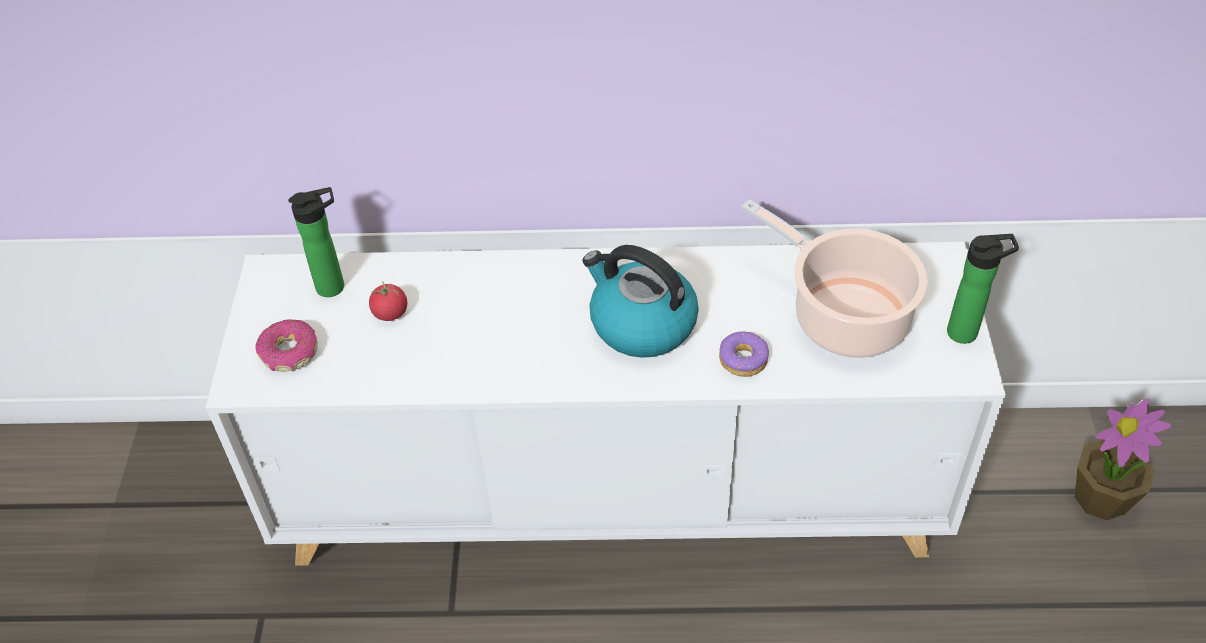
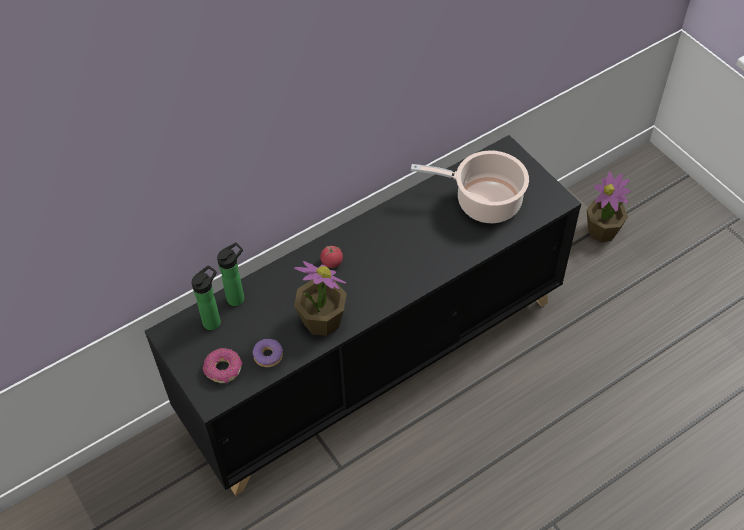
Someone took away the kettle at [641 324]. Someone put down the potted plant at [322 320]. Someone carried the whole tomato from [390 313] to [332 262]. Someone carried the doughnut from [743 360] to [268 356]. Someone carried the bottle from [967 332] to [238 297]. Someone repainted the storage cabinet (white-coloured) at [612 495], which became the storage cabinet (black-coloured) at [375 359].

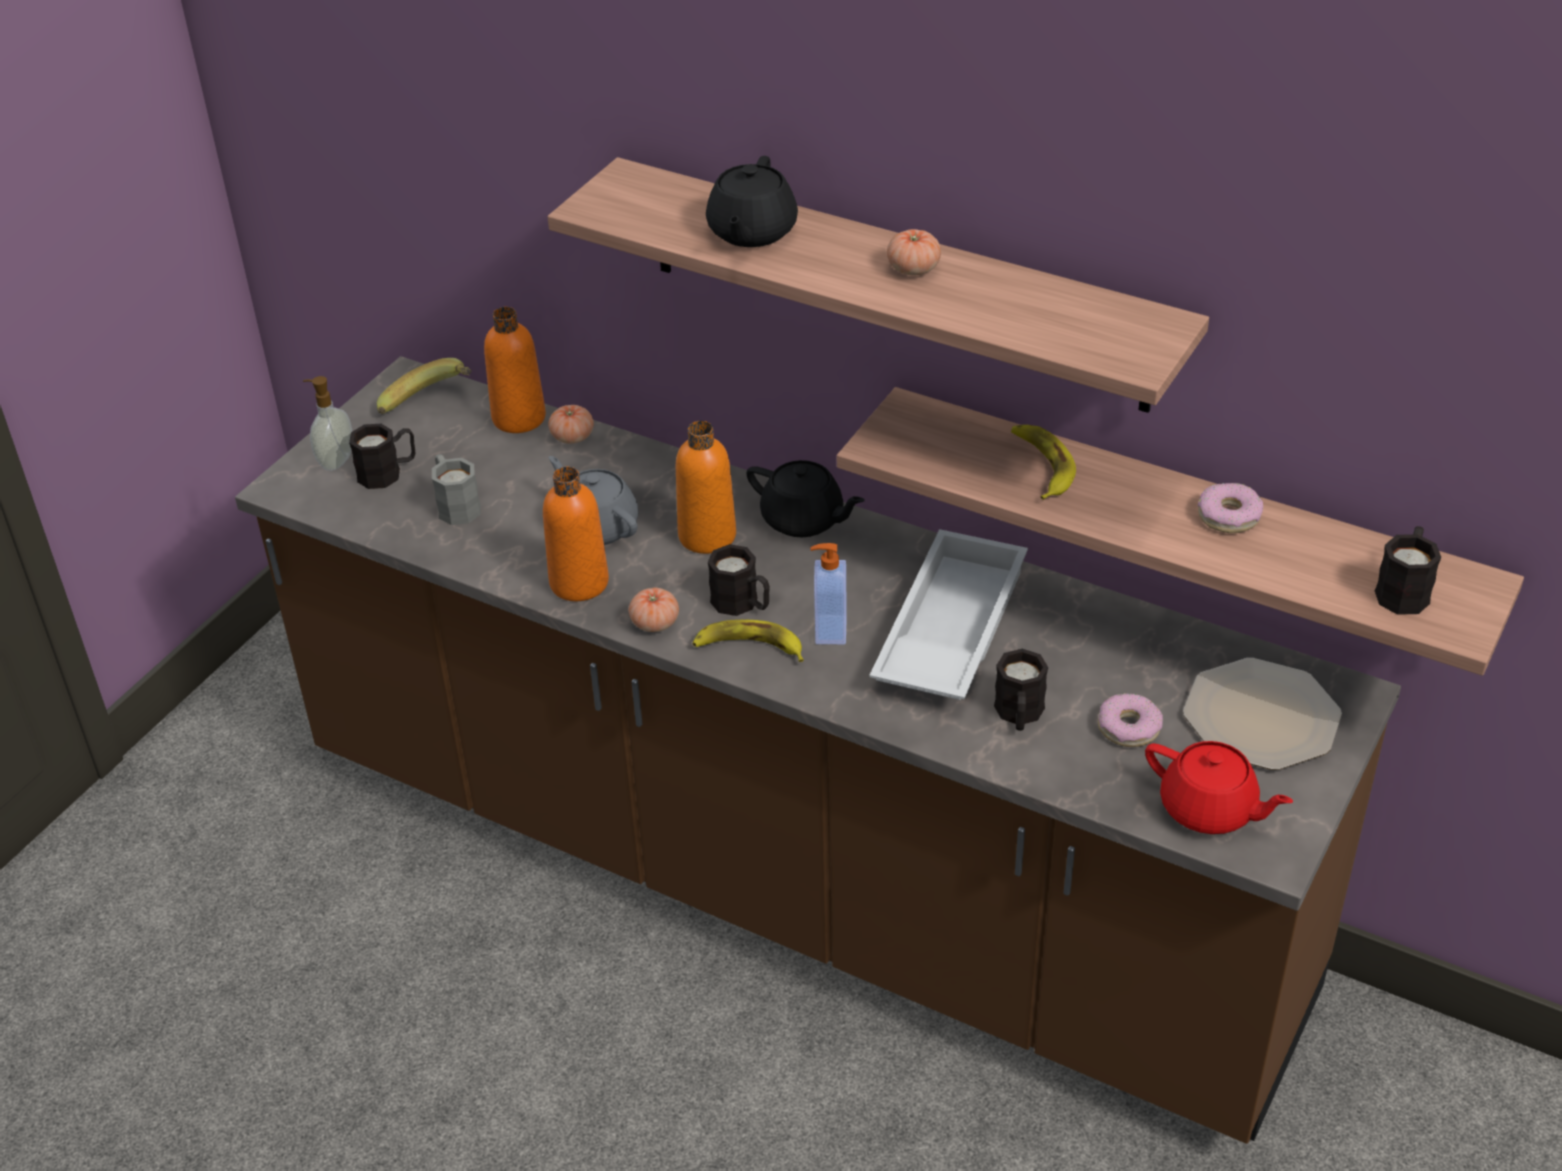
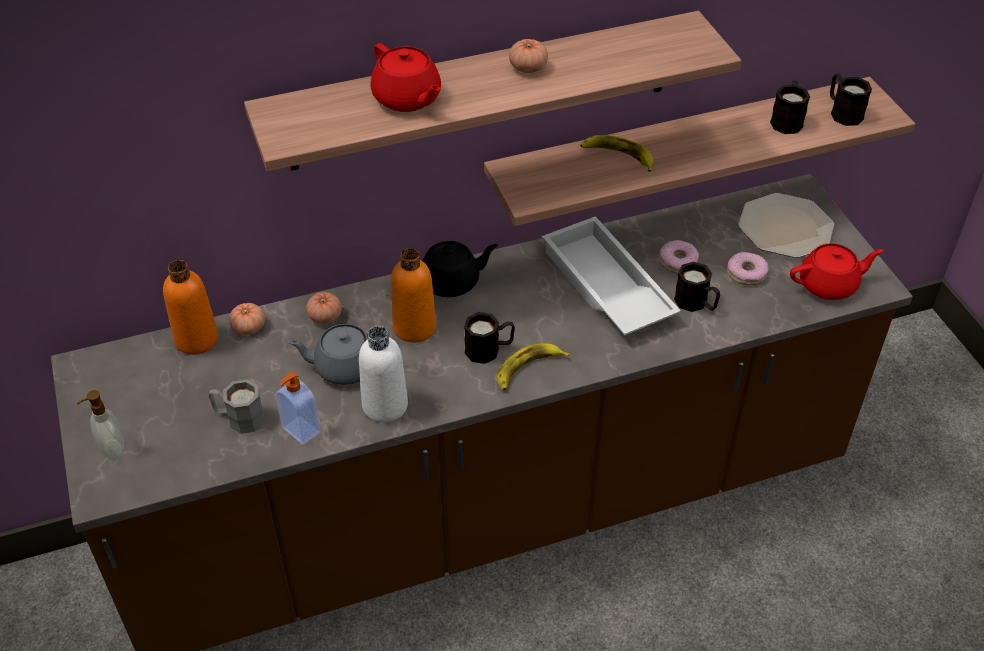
Someone took away the banana fruit at [431 406]. Someone carried the coffee mug (black-coloured) from [388 472] to [787 120]. Someone carried the whole tomato from [655 623] to [325 316]. Someone carried the liquid soap bottle from [829 630] to [300 431]. Someone carried the doughnut from [1228 516] to [677 261]. Someone repainted the bottle (orange) at [579 583], which became the bottle (white-coloured) at [385 406]. Someone repainted the tea pot (black-coloured) at [751 232], which became the tea pot (reddish) at [407 98].

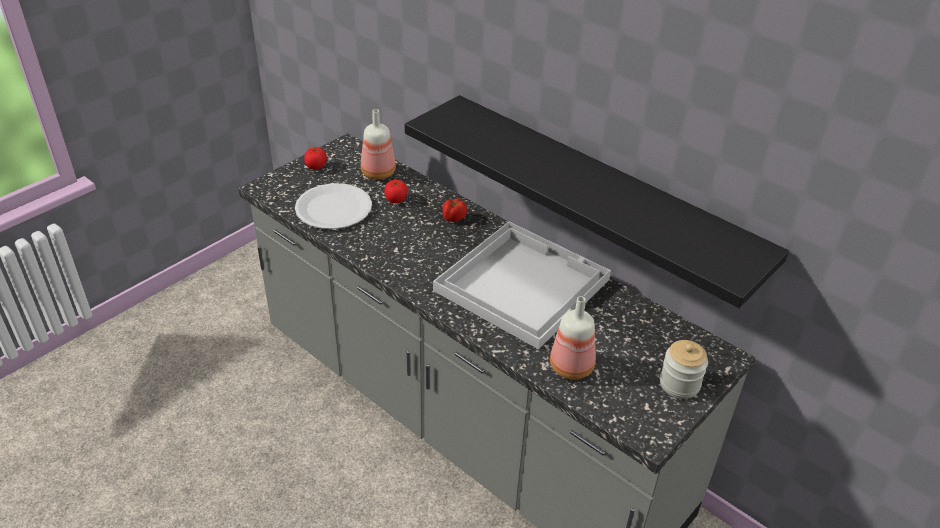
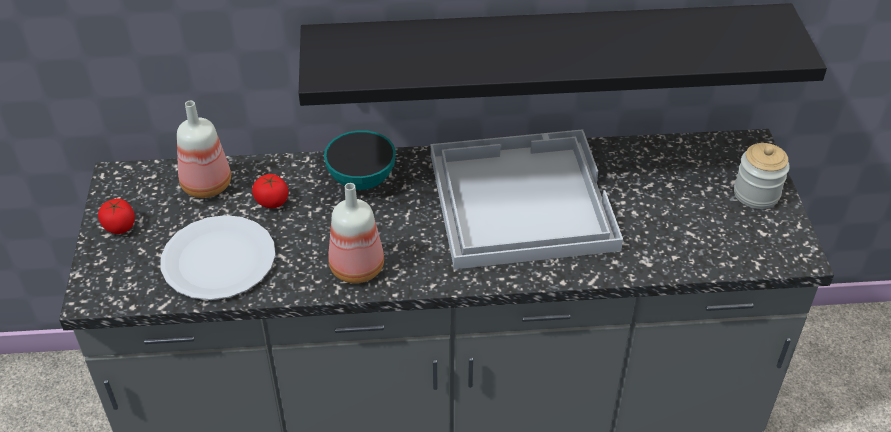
Someone carried the bottle from [571 366] to [355 267]. Someone swapped the whole tomato at [453 218] for the bowl at [361 180].

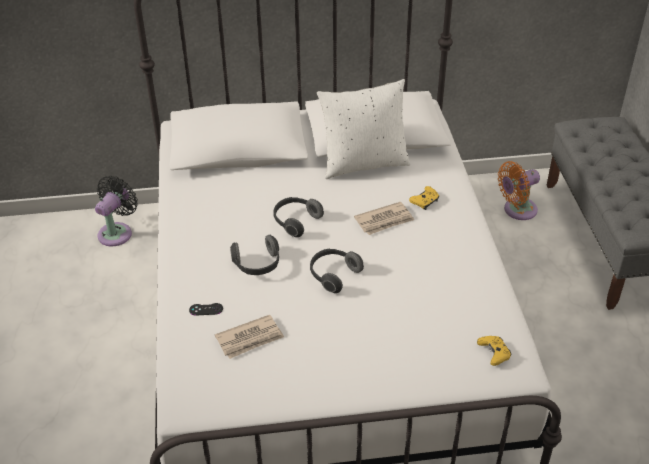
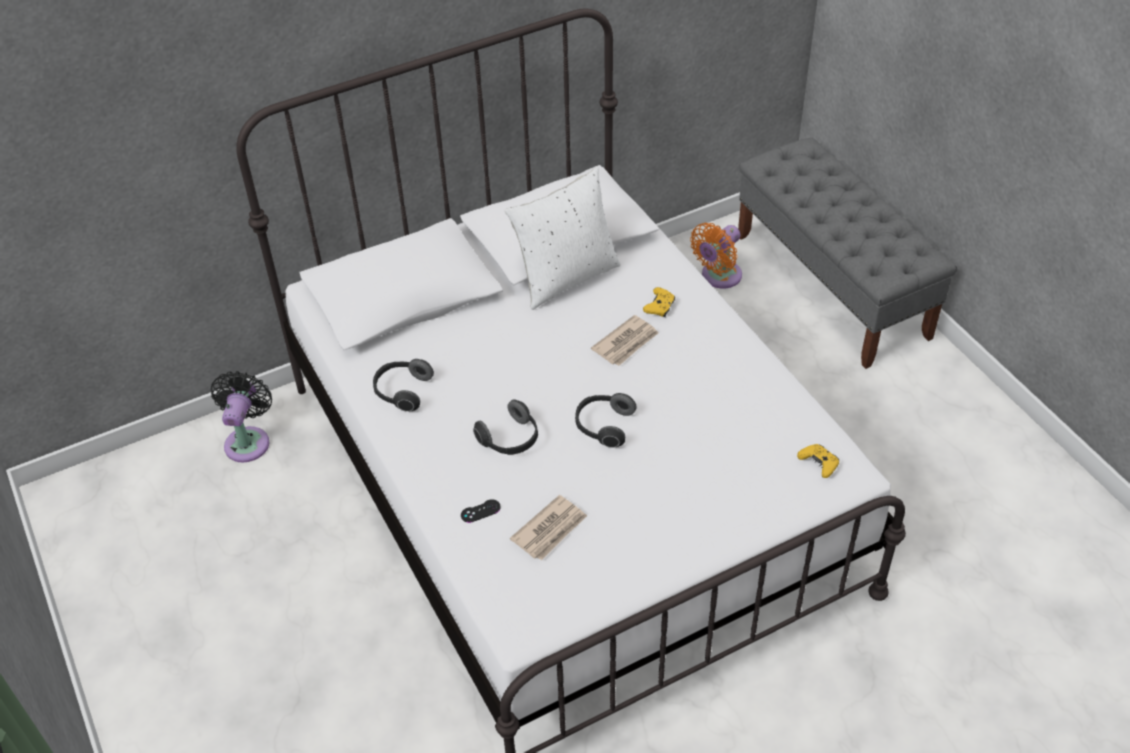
Someone carried the headphones from [295 222] to [402 391].

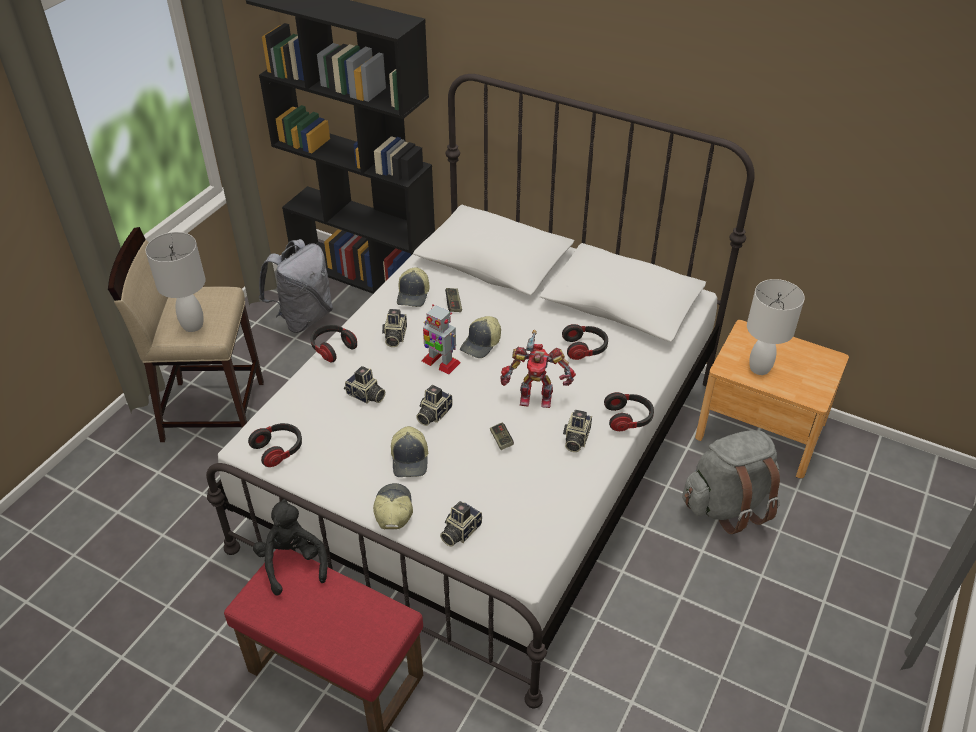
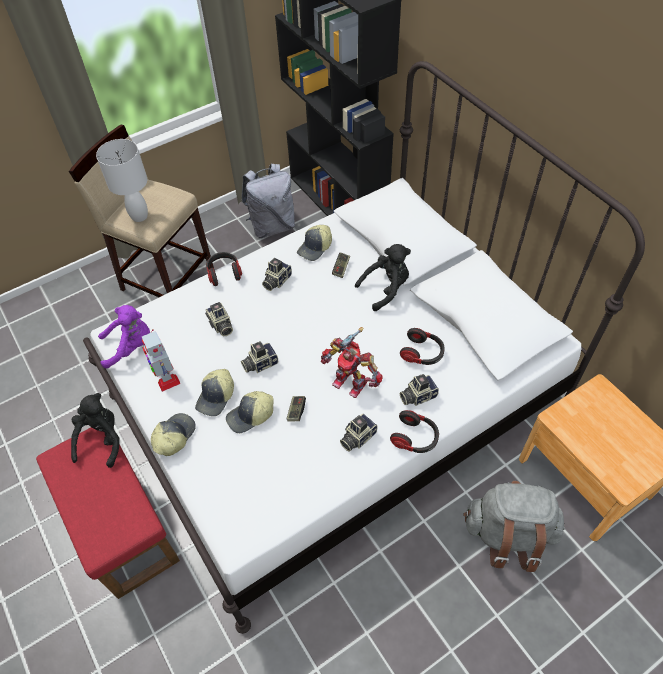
Someone took away the table lamp (white-coloured) at [759 368]. Someone put down the plush toy (black-coloured) at [386 288]. Someone carried the robot figure from [440 362] to [165 375]. Someone carried the still camera from [459 531] to [417 395]. Someone carried the baseball cap from [481 344] to [250 416]. Someone swapped the headphones at [279 450] for the plush toy (purple) at [131 346].

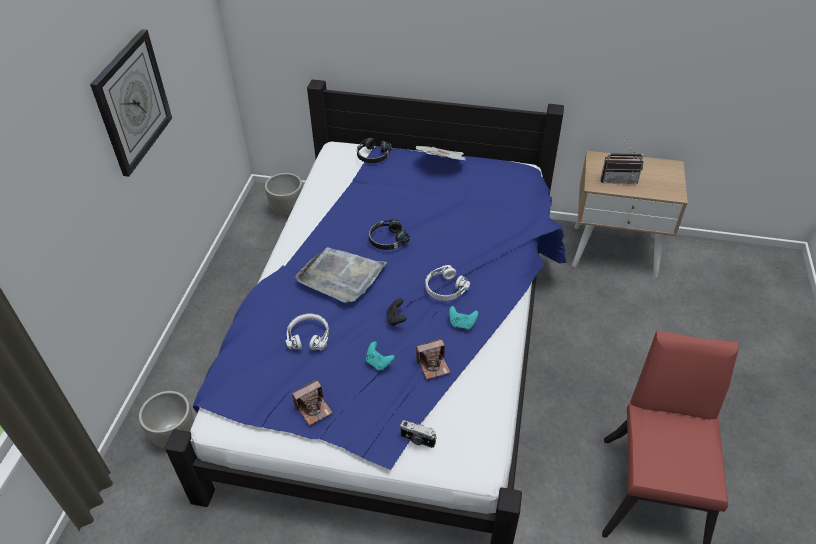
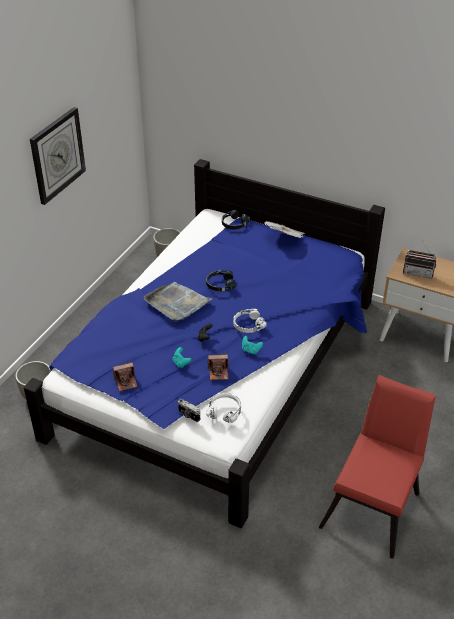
Someone carried the headphones (white-coloured) from [308 336] to [224 410].

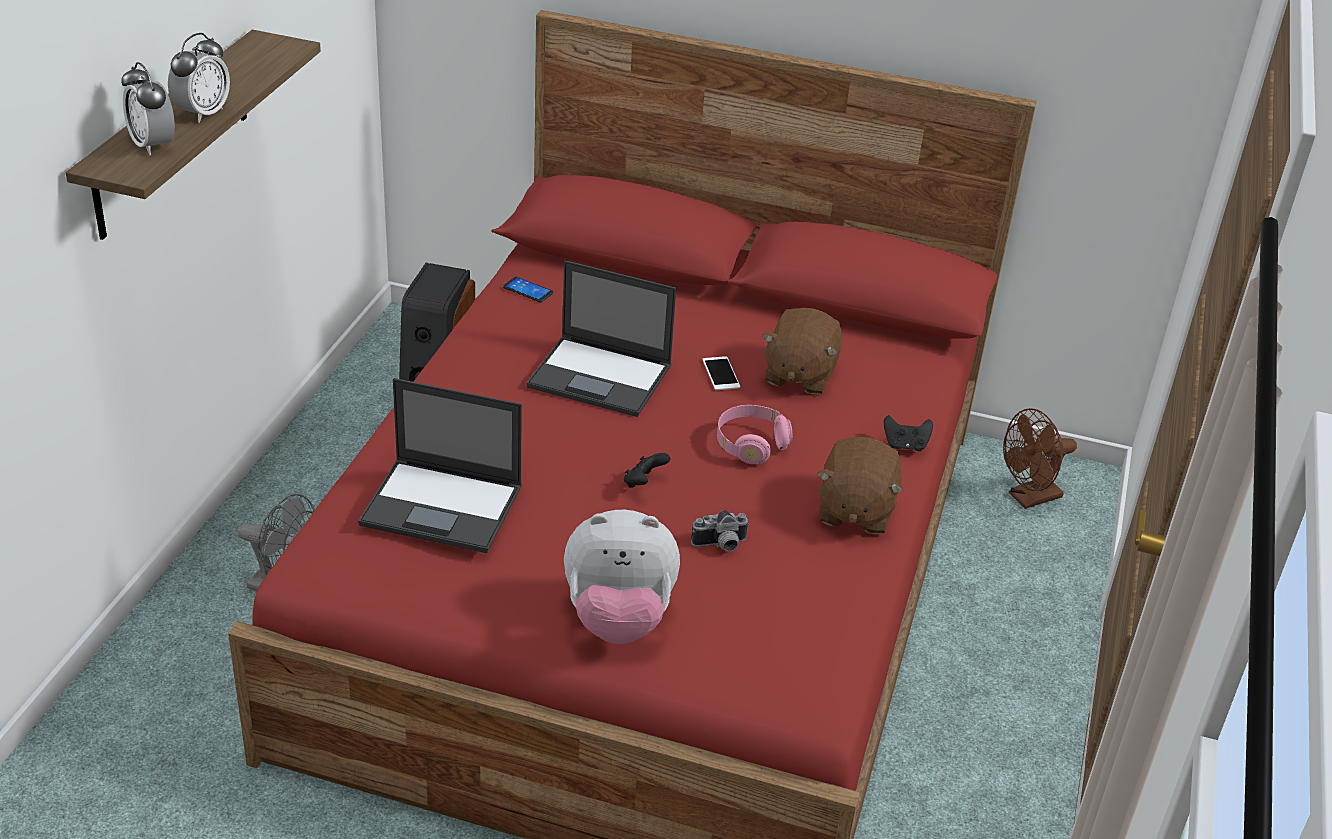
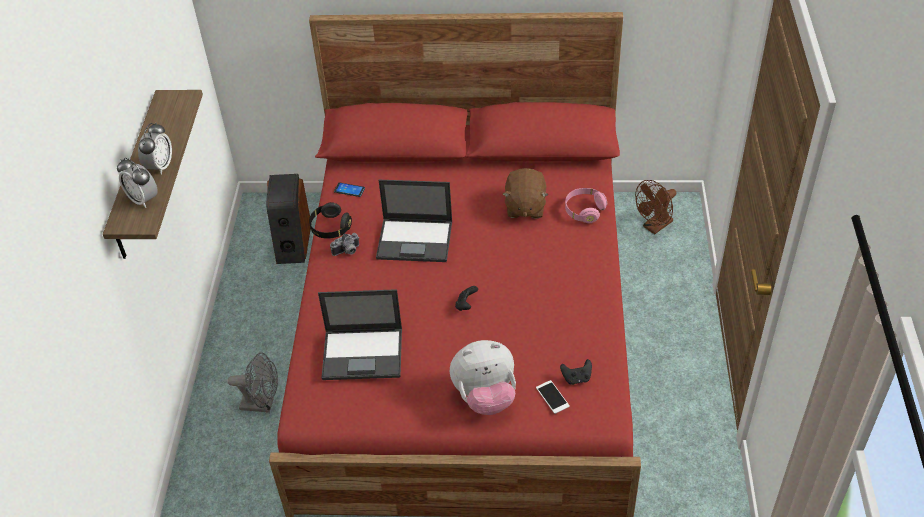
Someone took away the plush toy (brown) at [854 511]. Someone put down the headphones (black-coloured) at [330 228]. Someone carried the still camera from [720 545] to [347 252]. Someone carried the telephone from [721 374] to [552 397]. Someone carried the headphones (pink) from [751 445] to [584 211]. Someone carried the gamepad (black-coloured) from [905 445] to [576 378].

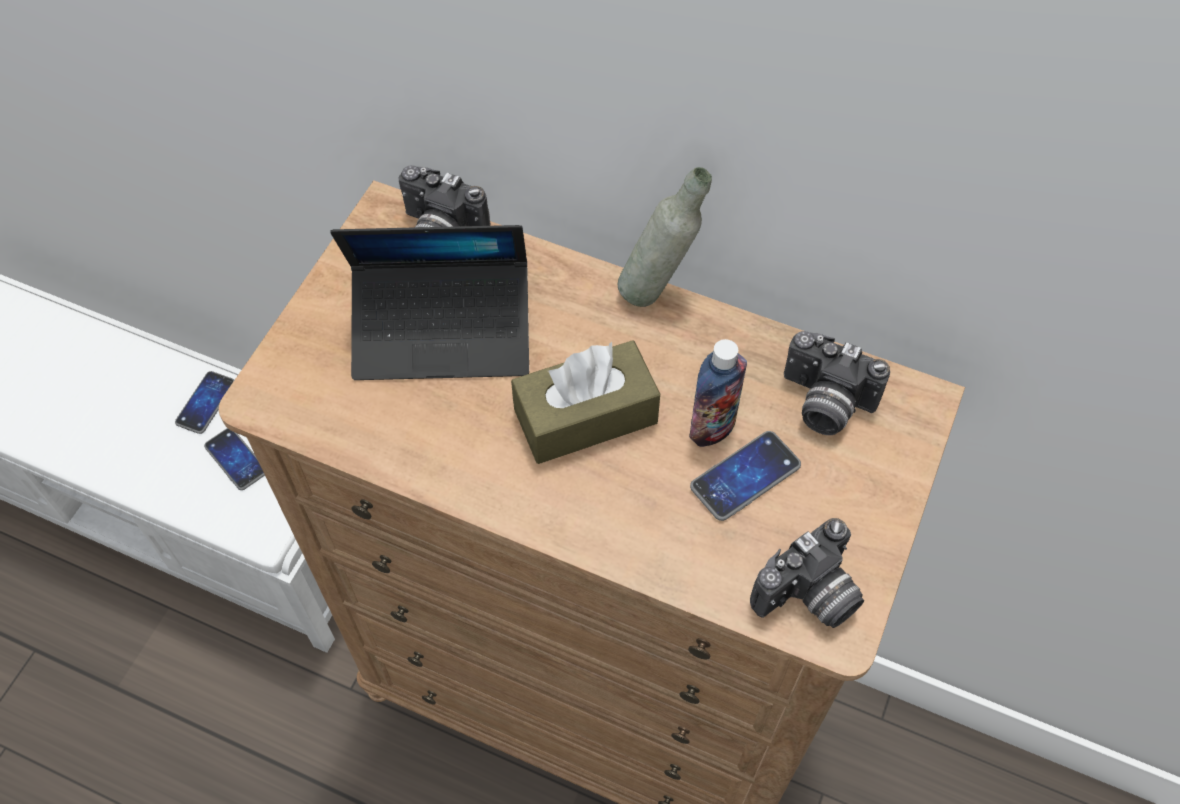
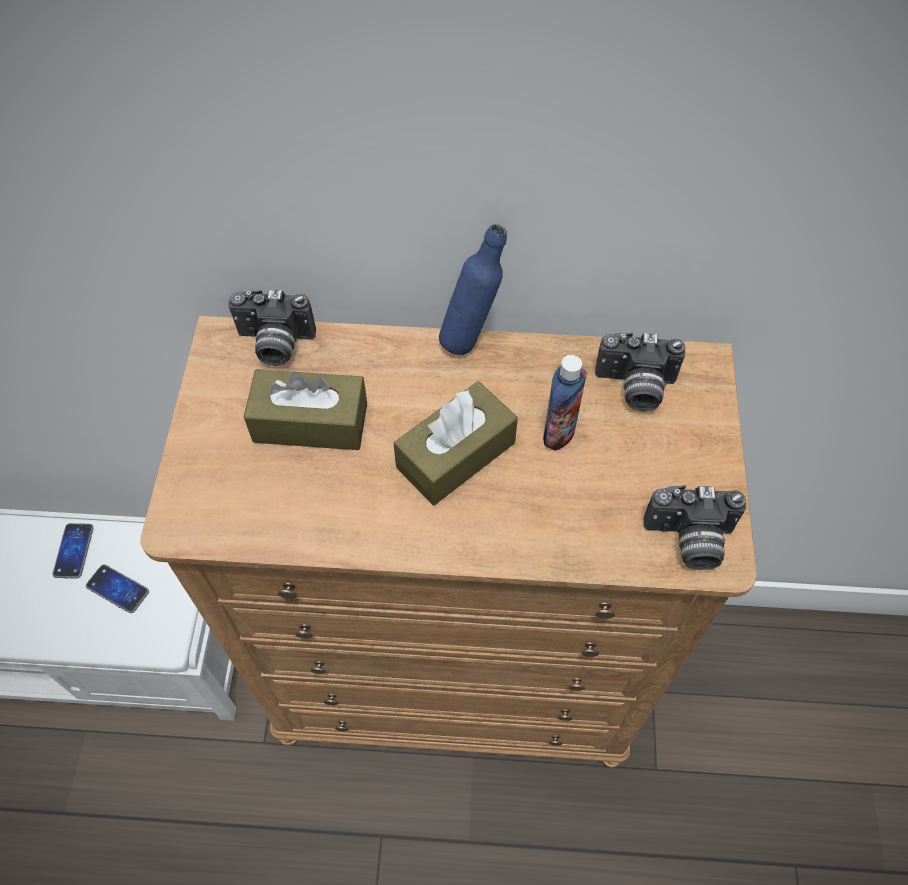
Someone took away the telephone at [745 476]. Someone swapped the notebook computer at [443 332] for the box of tissues (brown) at [310 422]. Someone repainted the bottle (grey) at [658 290], which became the bottle (blue-coloured) at [470 338]. Someone rotated the still camera at [809 597] by 60 degrees clockwise.

